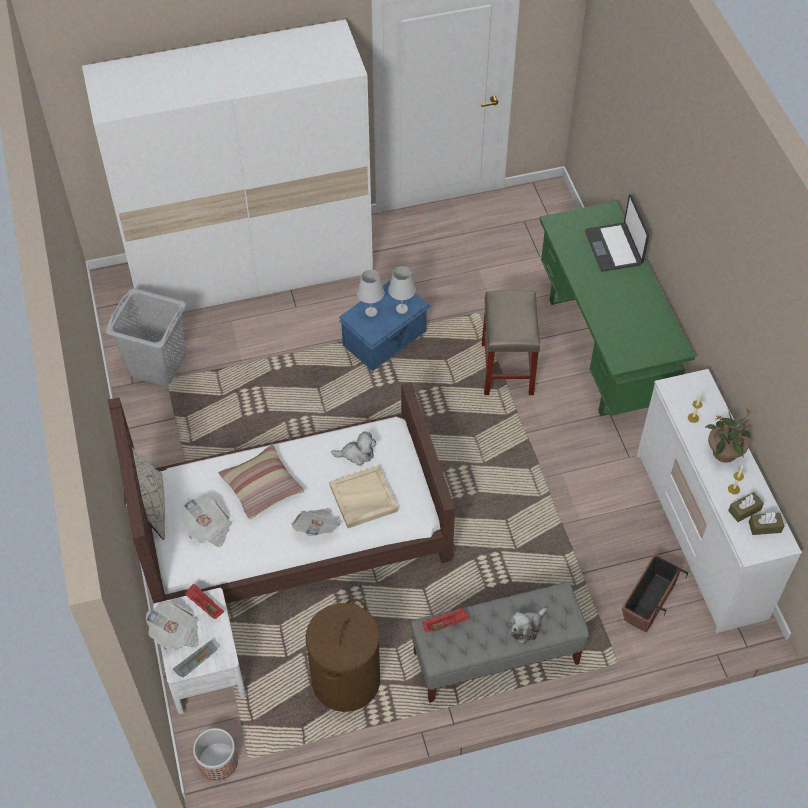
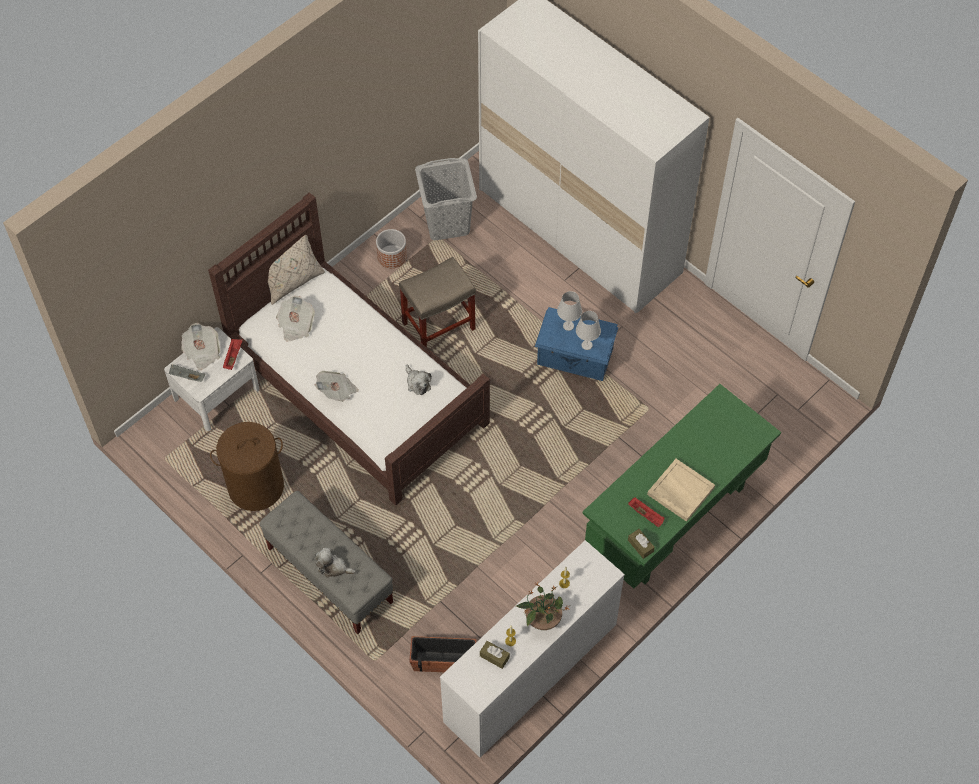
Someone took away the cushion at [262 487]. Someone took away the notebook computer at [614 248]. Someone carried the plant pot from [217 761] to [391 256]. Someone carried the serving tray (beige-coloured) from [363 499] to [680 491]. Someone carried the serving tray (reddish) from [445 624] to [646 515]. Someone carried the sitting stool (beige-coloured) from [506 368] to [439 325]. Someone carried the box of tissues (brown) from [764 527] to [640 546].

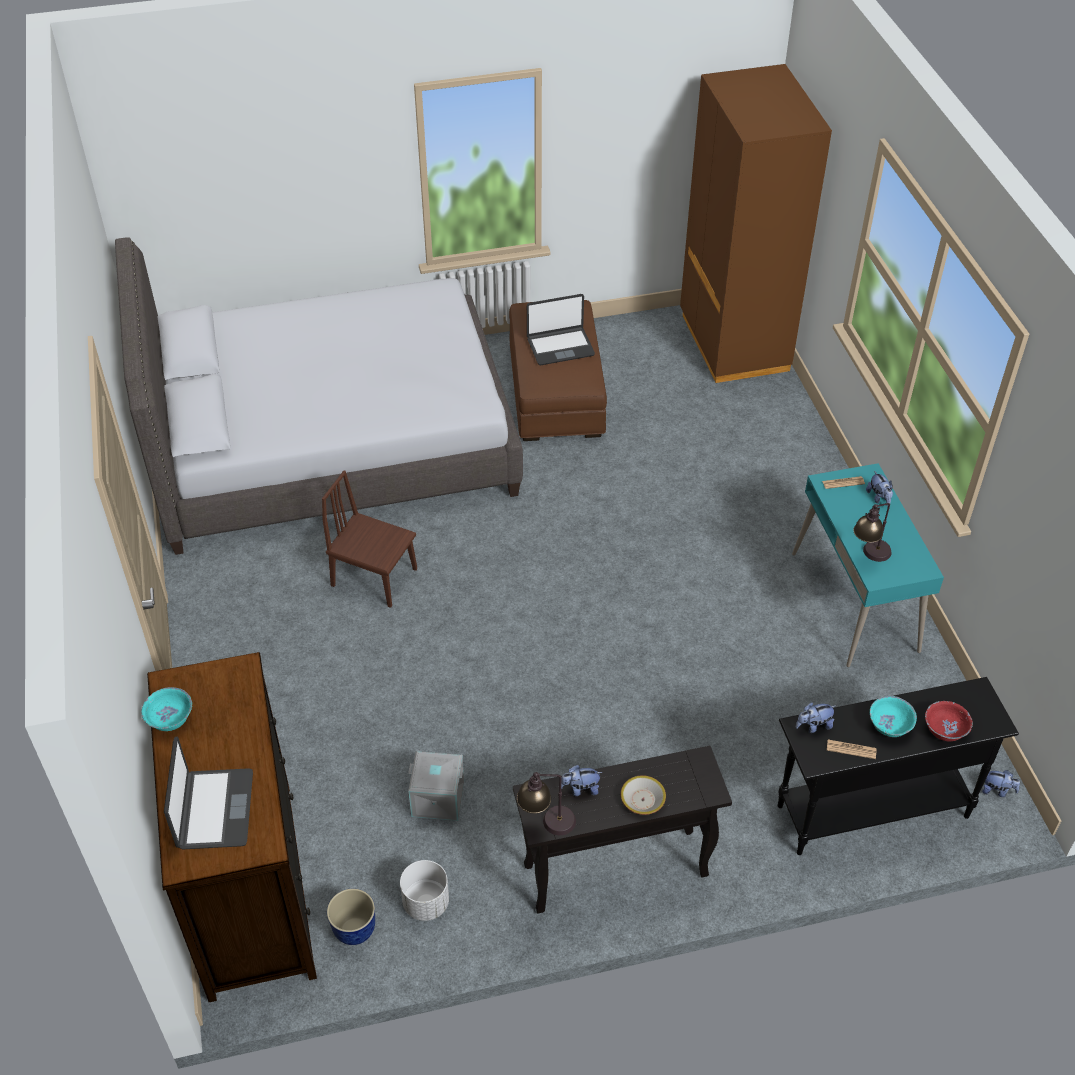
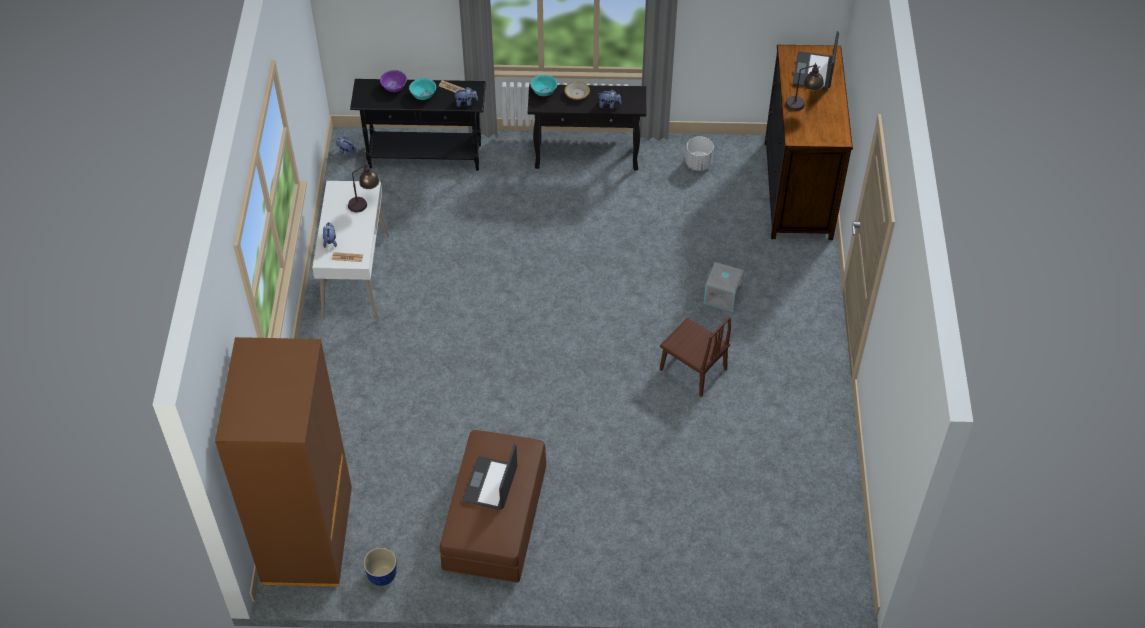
Someone took away the bed (grey) at [332 444]. Someone carried the bowl (turquoise) from [170 718] to [543 91]. Someone carried the plant pot from [355 930] to [381 576]. Someone carried the storage box (grey) from [437 799] to [723 296]. Someone carried the table lamp from [546 823] to [802 104]. Someone repainted the desk table (turquoise) at [855 602], which became the desk table (white-coloured) at [355 277]. Someone repainted the bowl (reddish) at [945 730], which became the bowl (purple) at [394 87]. Someone rotated the notebook computer at [560 346] by 75 degrees counterclockwise.

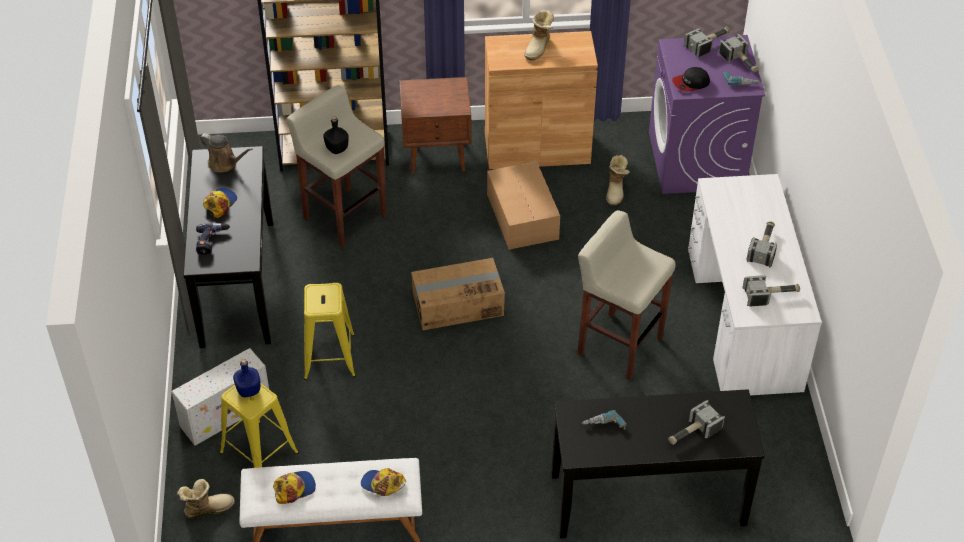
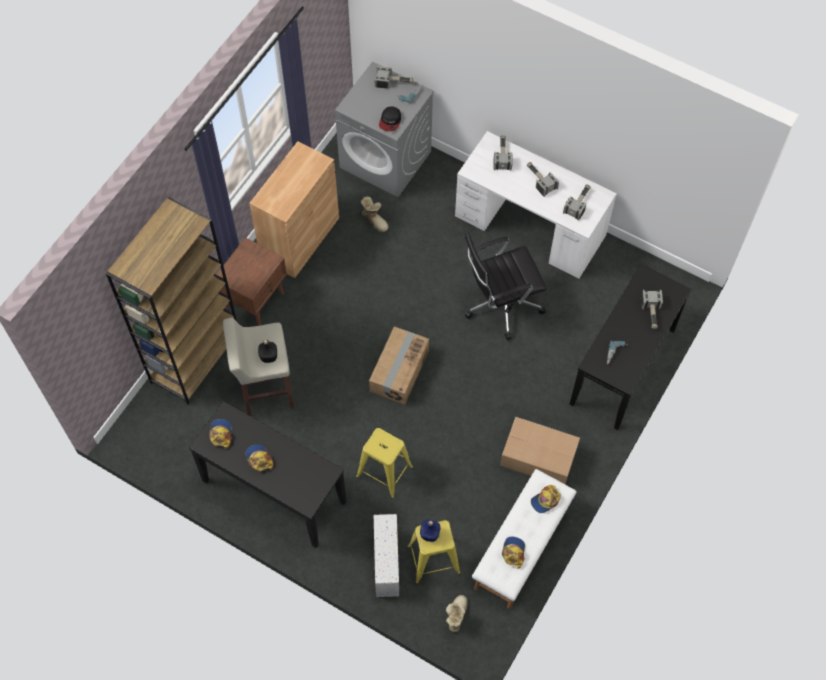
Someone took away the electric drill at [212 242]. Someone took away the boot at [539 48]. Someone carried the cardboard box from [522 217] to [539 457]. Someone carried the tool hammer from [708 43] to [502 155]. Someone swapped the watering can (brown) at [225 163] for the baseball cap at [221 434]. Someone swapped the sitting stool (beige-coloured) at [618 345] for the office chair (black-coloured) at [500 304]. Someone repainted the laundry machine (purple) at [697 161], which became the laundry machine (grey) at [386 159].

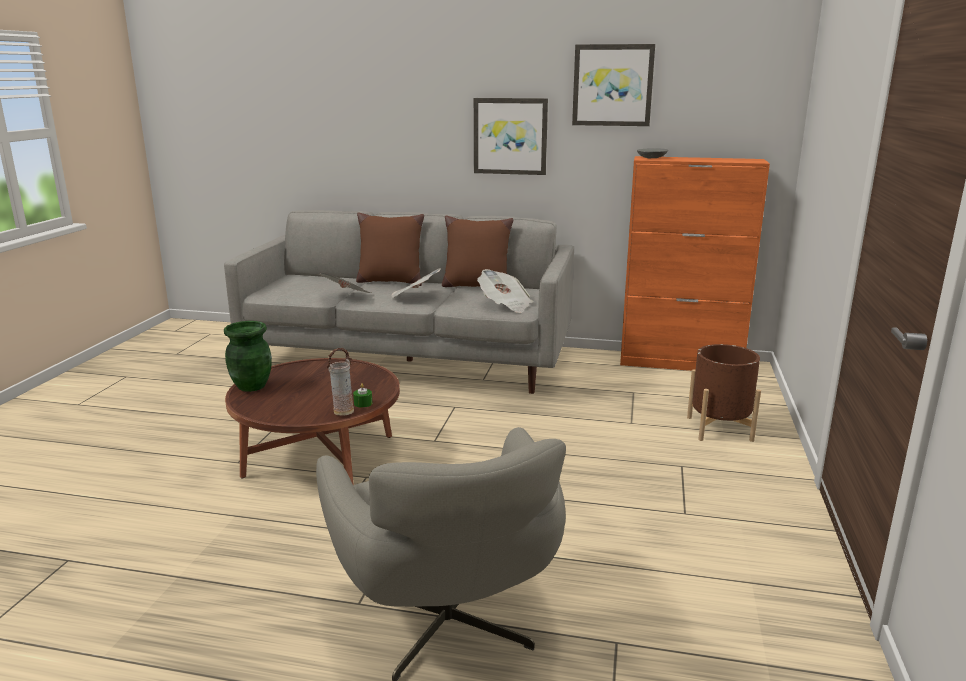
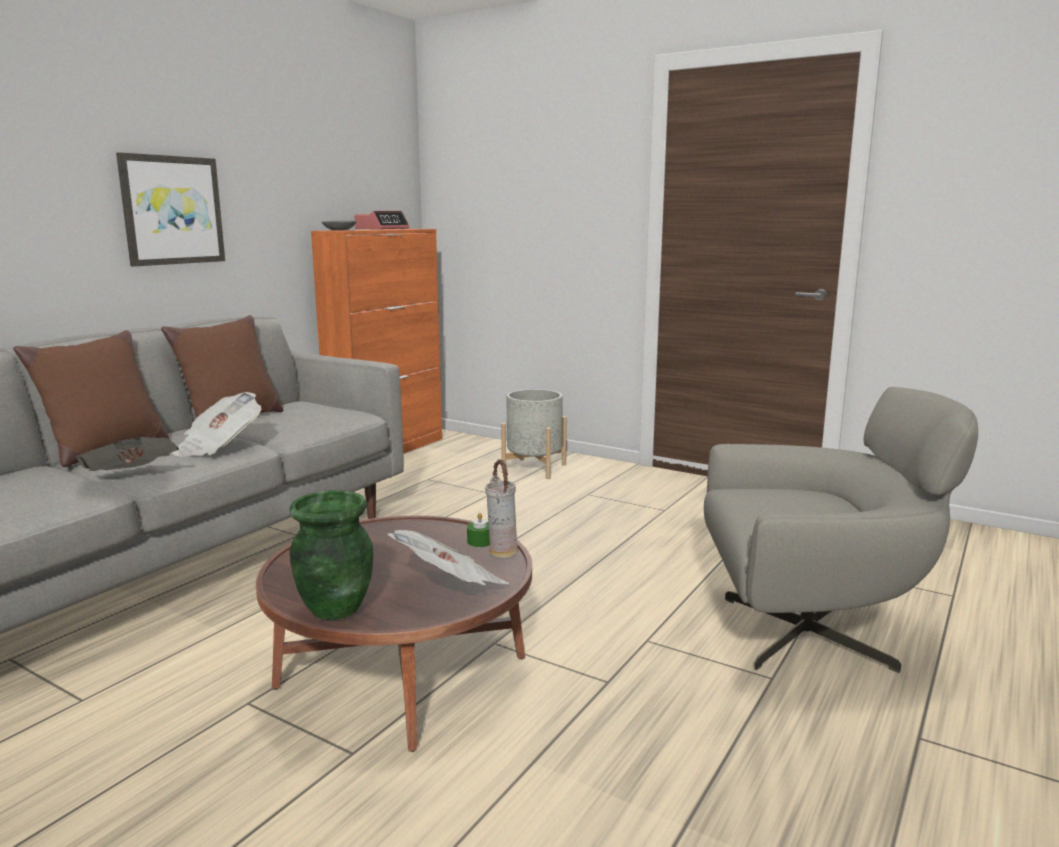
Someone took away the wall art at [612 85]. Someone put down the bedside clock at [382 229]. Someone carried the daily paper from [505 305] to [450 587]. Someone repainted the plant pot (brown) at [719 428], which became the plant pot (grey) at [534 468].

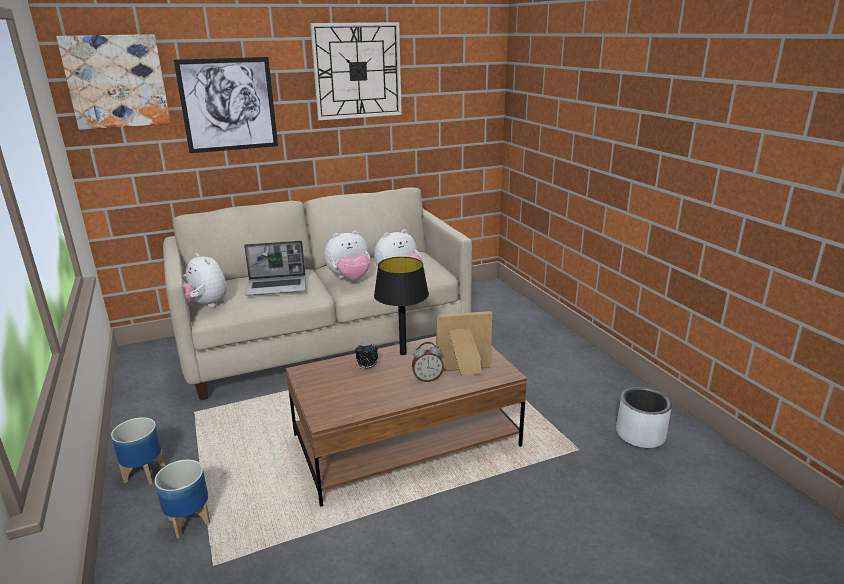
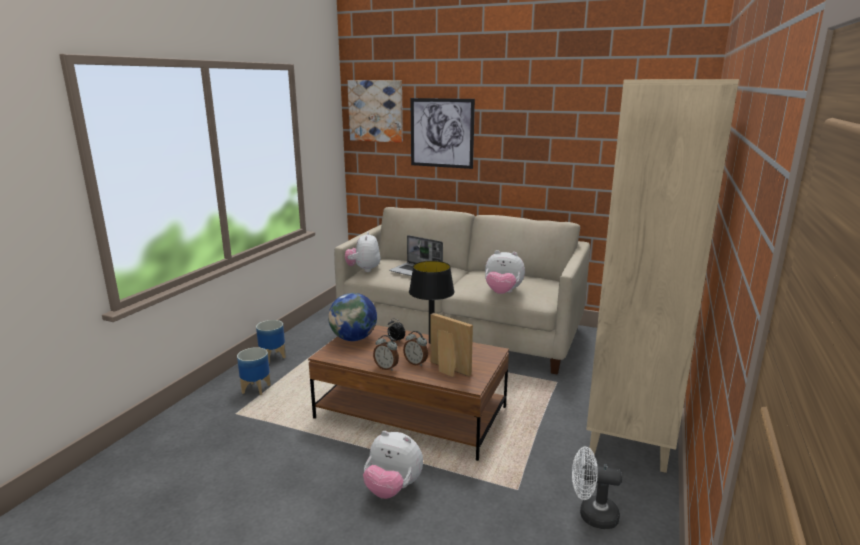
Someone took away the hanging clock at [357 71]. Someone put down the globe at [354 338]. Someone put down the bedside clock at [386 367]. Someone put down the shelving unit (beige-coloured) at [630 439]. Someone carried the plush toy from [350 279] to [393 488]. Someone swapped the plant pot (grey) at [640 435] for the fan (white-coloured) at [592 515].

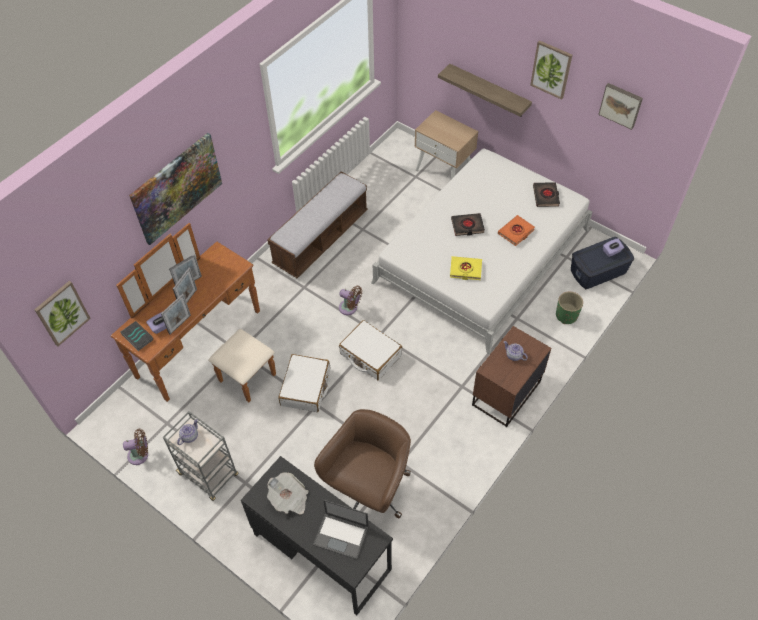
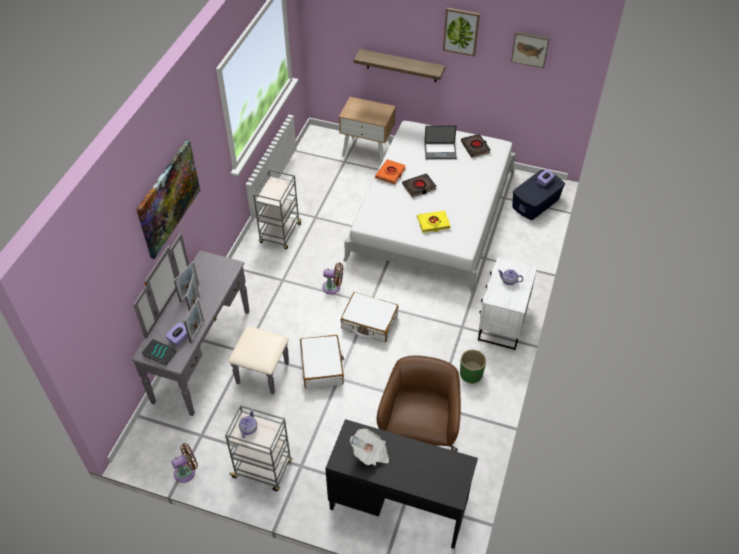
Someone took away the wall art at [62 313]. Someone carried the notebook computer from [342 535] to [440 151]. Someone carried the bound book (orange) from [516 232] to [390 173]. Someone carried the plant pot (greenish) from [566 315] to [470 374]. Someone swapped the long seat at [321 238] for the wheeled cart (grey) at [280 234]. Someone repainted the dresser (brown) at [210 351], which became the dresser (grey) at [216 359]. Someone repainted the night table (brown) at [505 393], which became the night table (white-coloured) at [502 322].

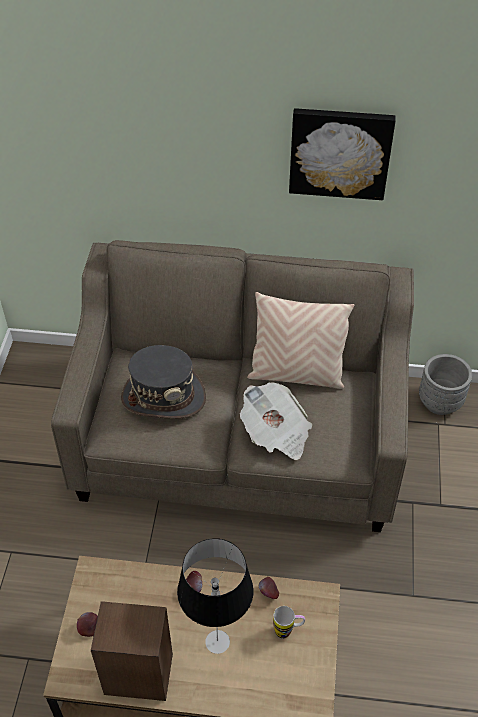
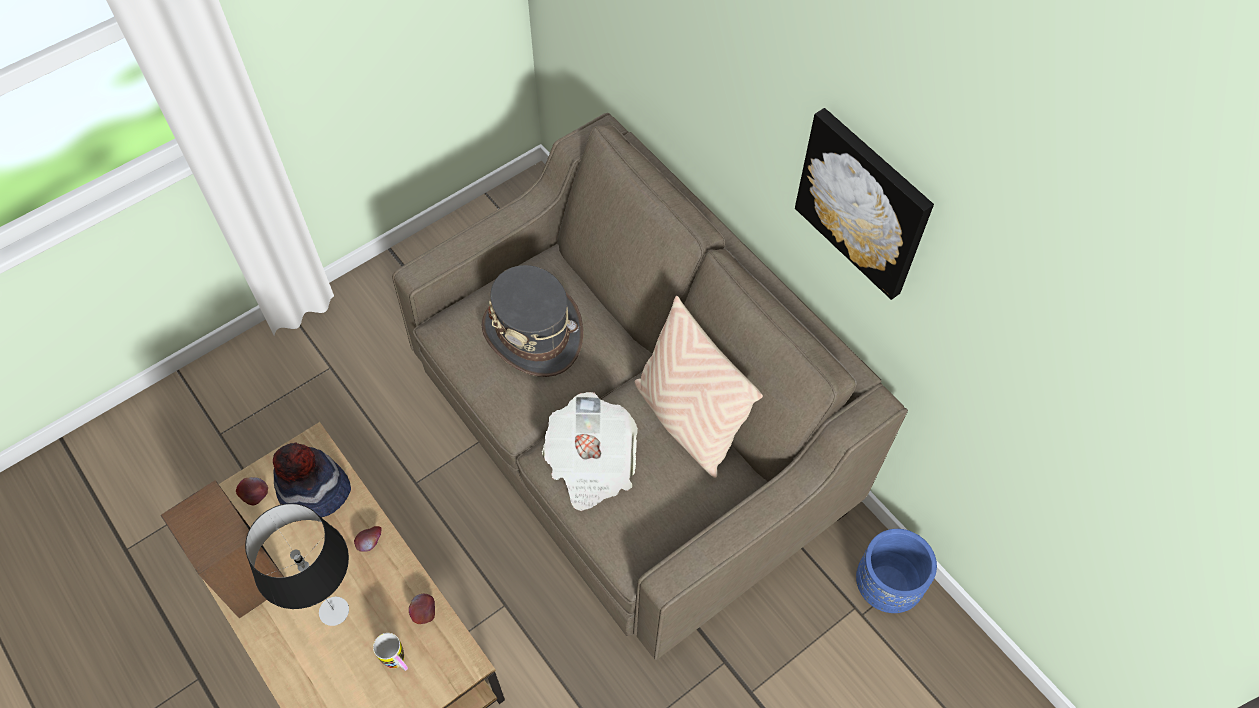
Someone put down the hat at [315 492]. Someone repainted the plant pot (grey) at [440 402], which became the plant pot (blue-coloured) at [886 586].

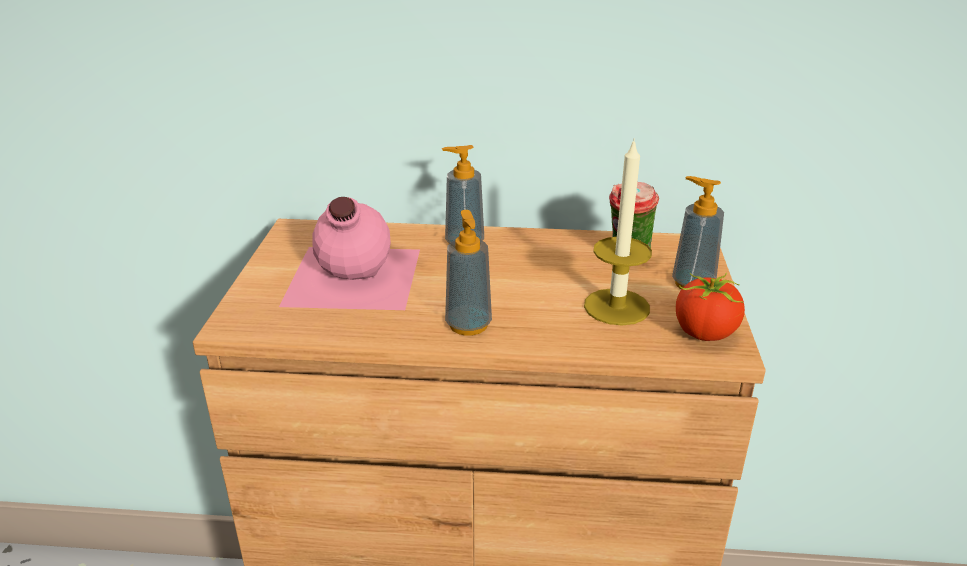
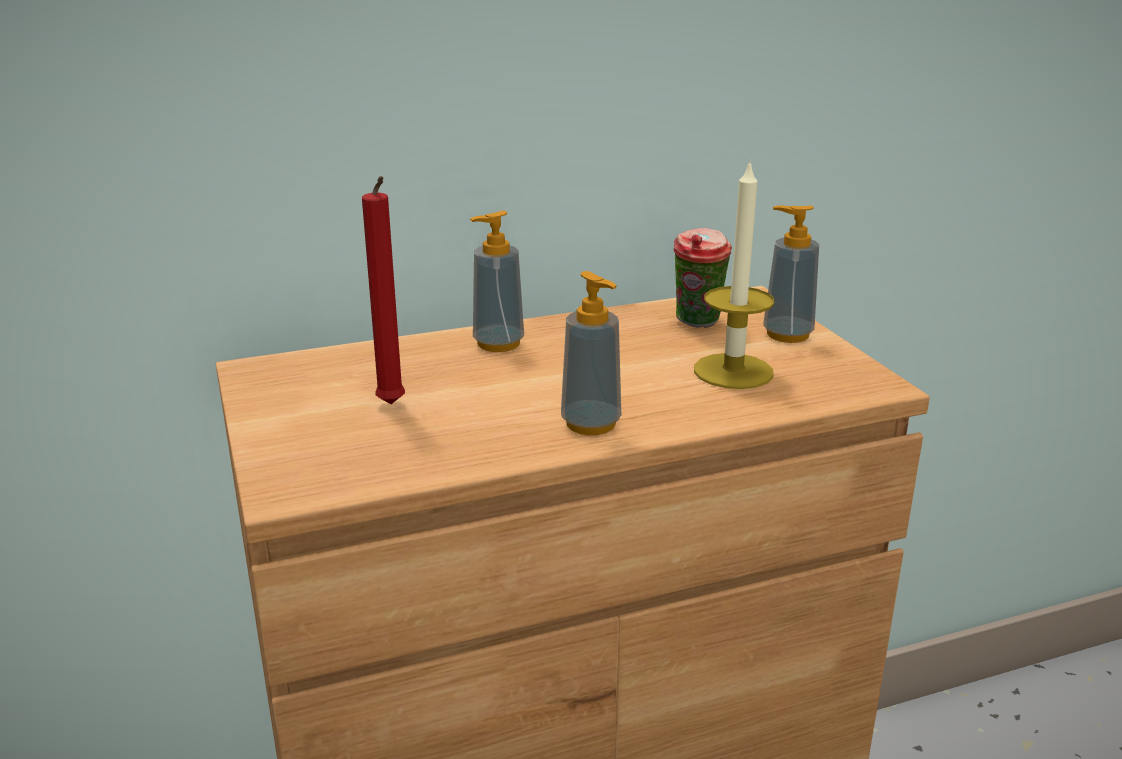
Someone took away the whole tomato at [704 333]. Someone swapped the bottle (pink) at [351 277] for the wax light (reddish) at [392 406].

